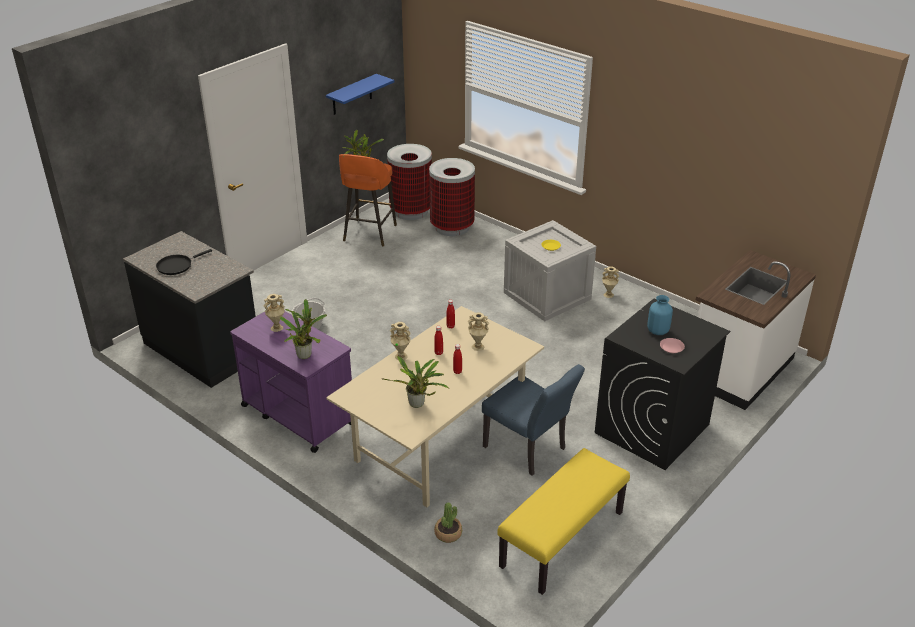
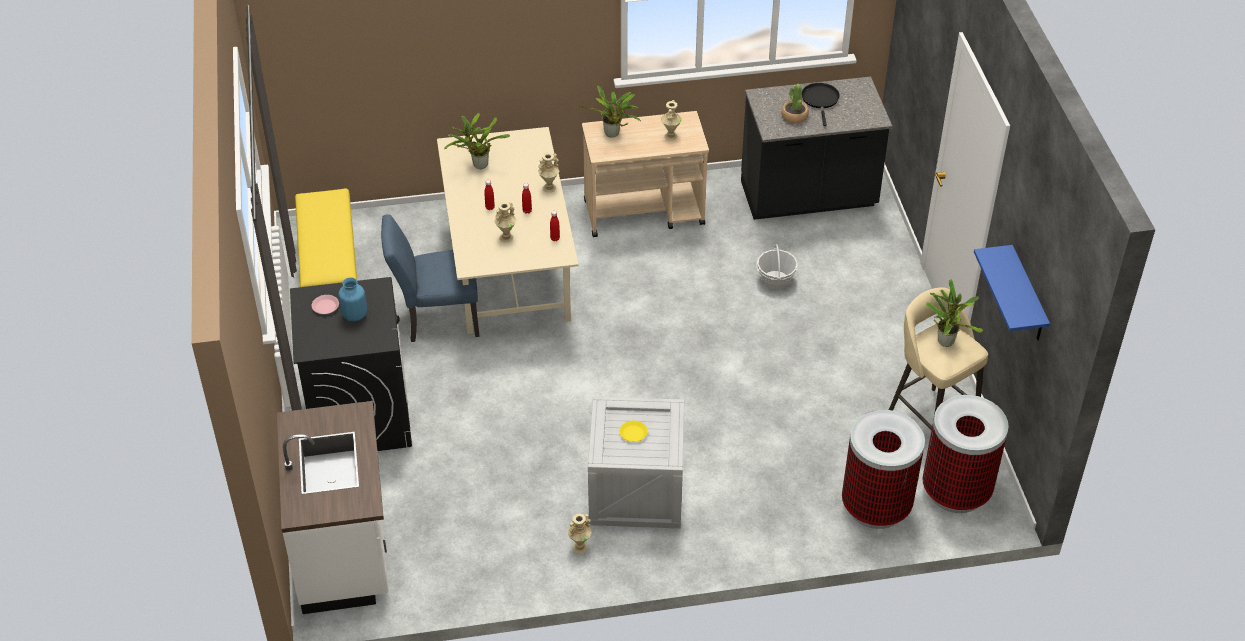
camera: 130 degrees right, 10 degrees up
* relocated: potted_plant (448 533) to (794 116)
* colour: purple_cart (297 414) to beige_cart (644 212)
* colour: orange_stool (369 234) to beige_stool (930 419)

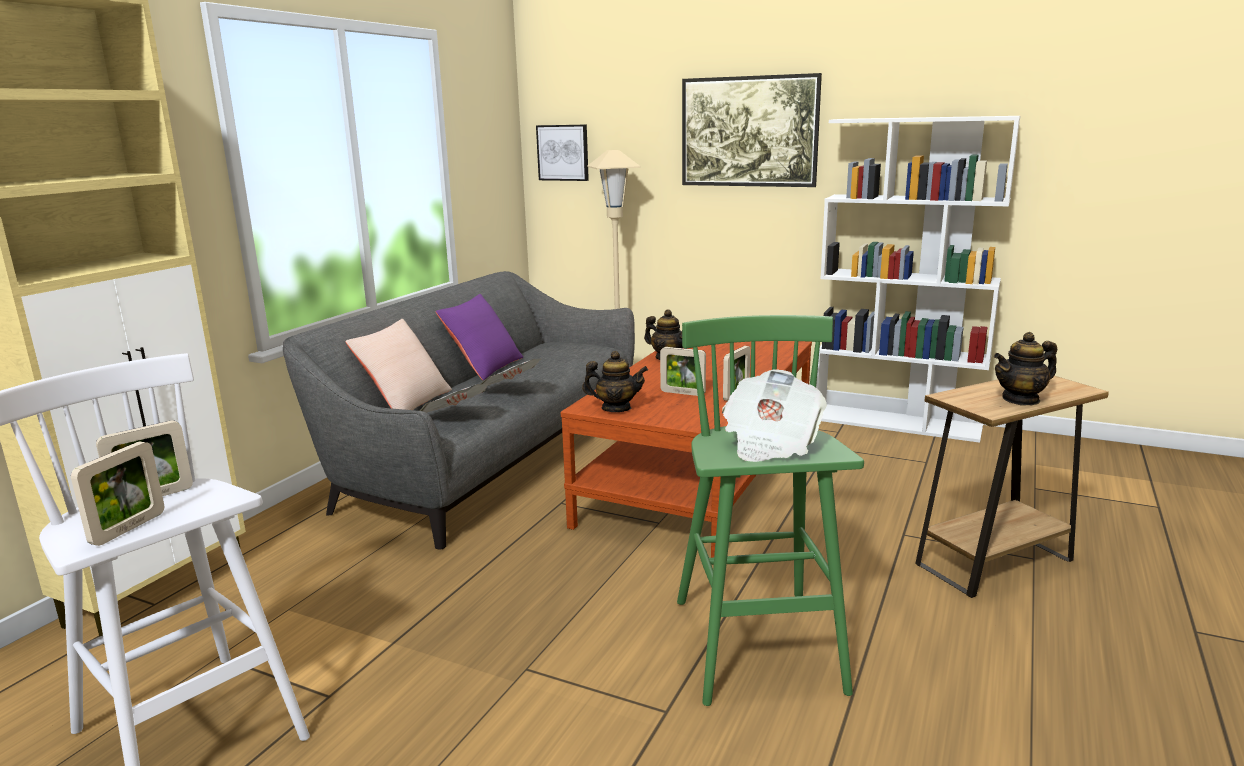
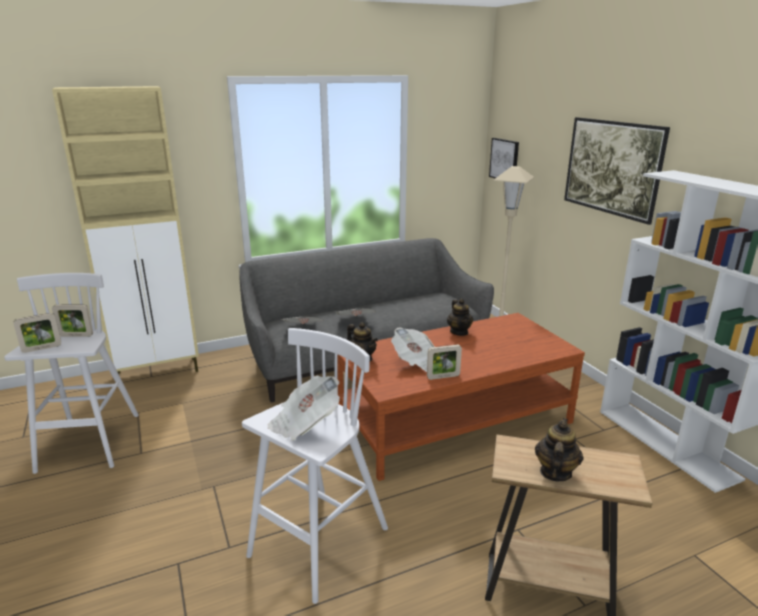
camera: 40 degrees right, 5 degrees up
* missing: beige_pillow (405 401)
* missing: purple_pillow (484 367)
* exchanged: picture_frame (682 393) to newspaper (416 362)
* colour: green_stool (758 647) to white_stool (317 544)
* spun: teapot (1021 399) = (555 472) 90 degrees clockwise

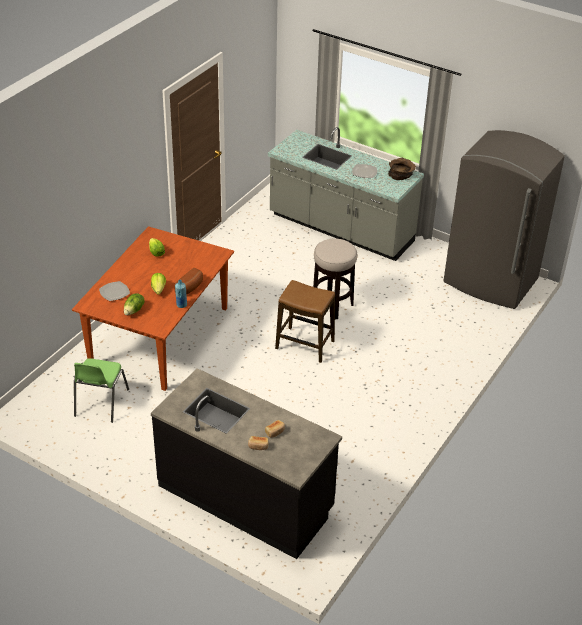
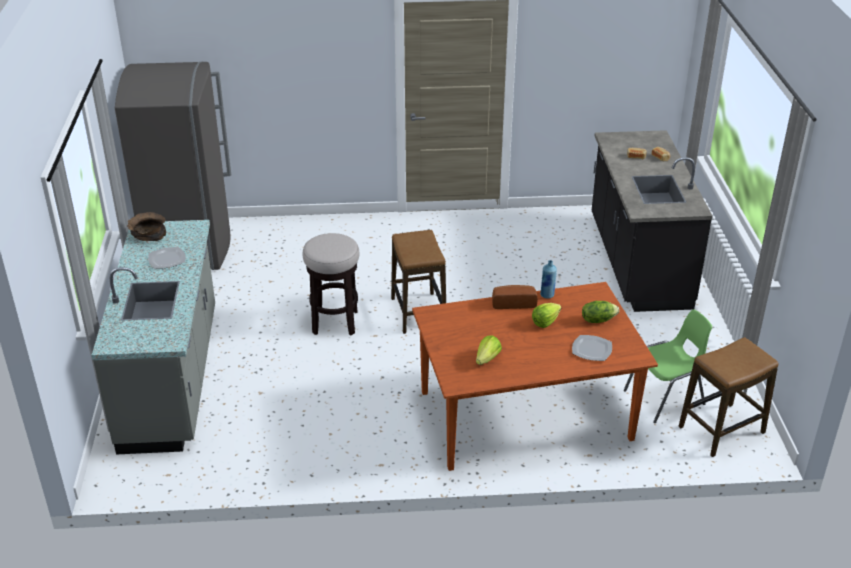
camera: 125 degrees left, 5 degrees down
* appeared: stool (721 430)

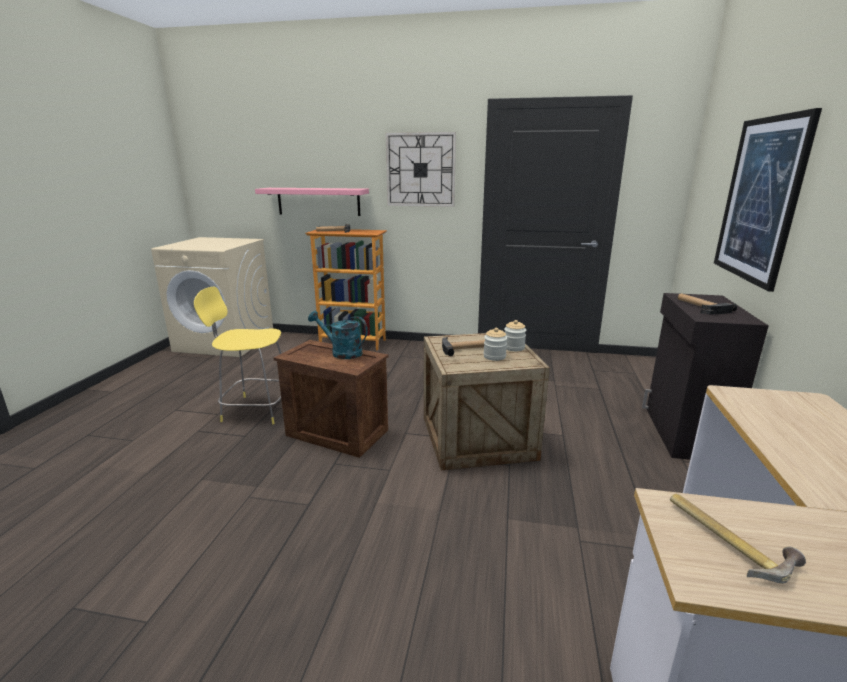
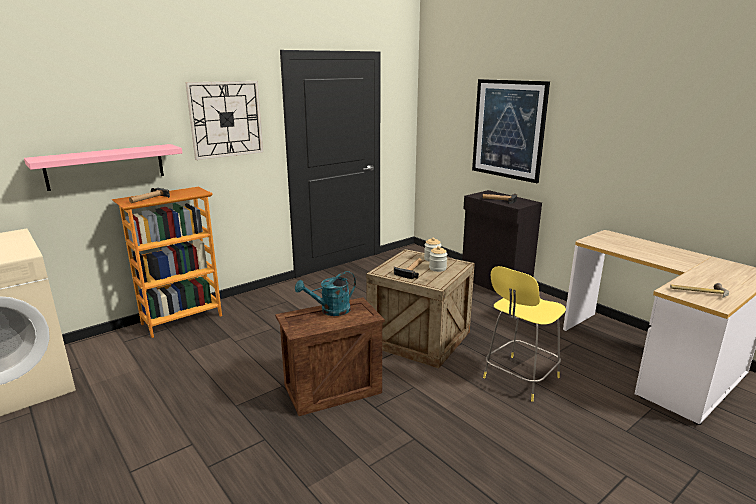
camera: 50 degrees left, 0 degrees up
* relocated: yellow_stool (255 409) to (519 379)

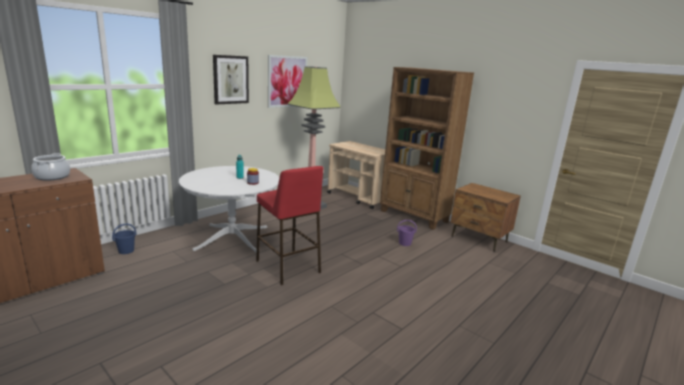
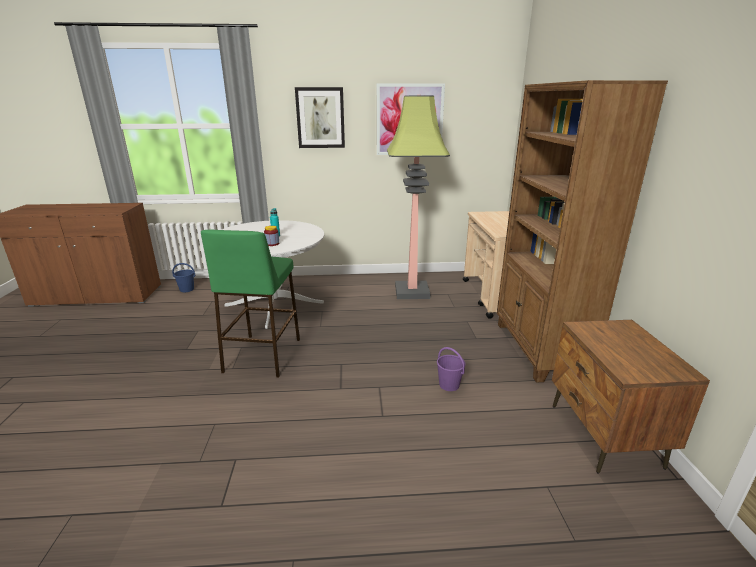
camera: 45 degrees right, 5 degrees up
* missing: cooking_pot (52 177)
* colour: red_stool (288 267) to green_stool (262 355)

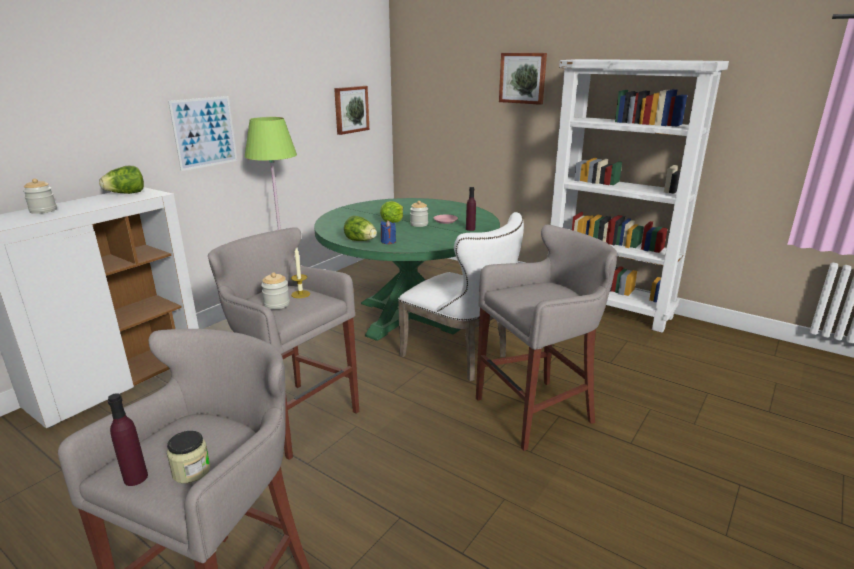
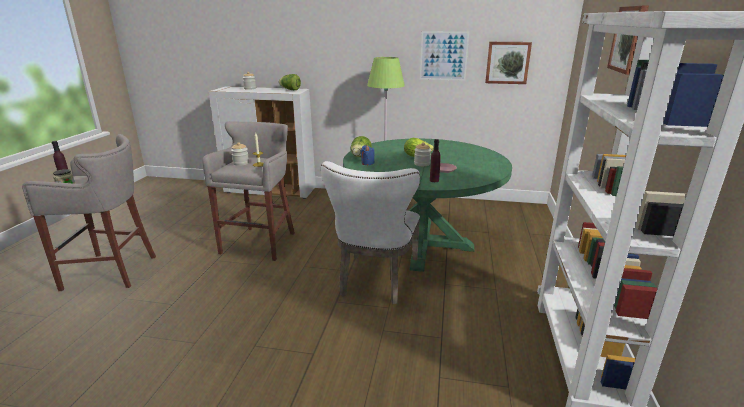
camera: 65 degrees right, 0 degrees up
* missing: grey_stool (537 411)
* relocated: picture (204 132) to (443 56)

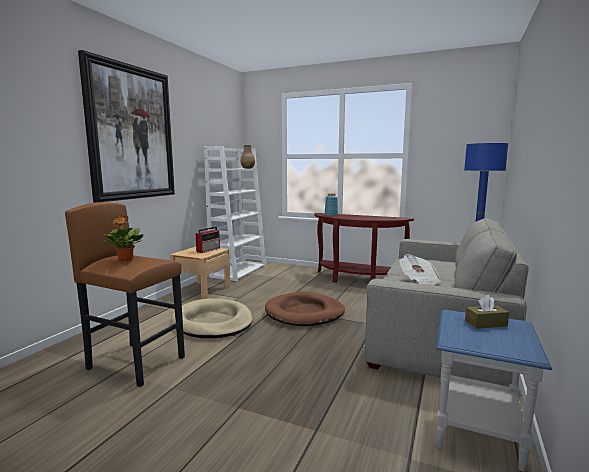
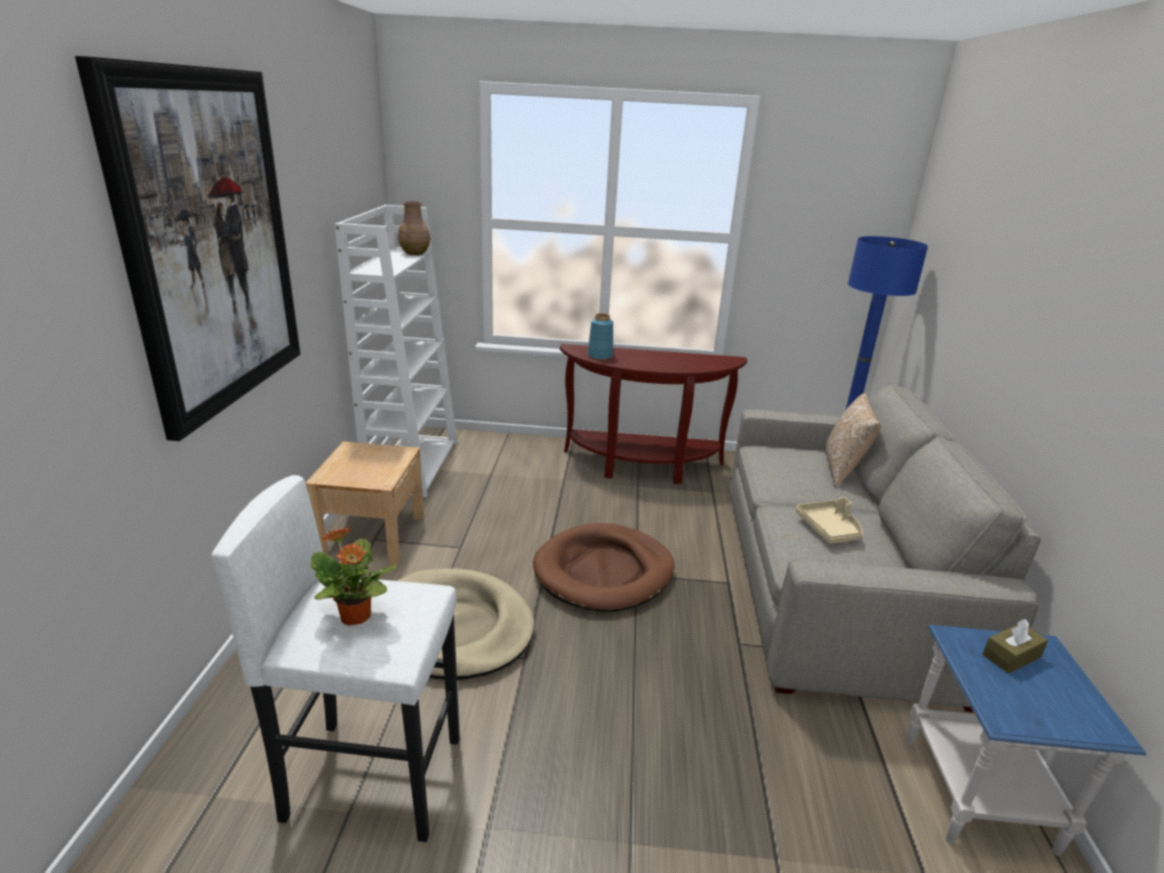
camera: 20 degrees left, 15 degrees up
* missing: radio (208 250)
* appeared: pillow (843 470)
* exchanged: newspaper (419 281) to beige_tray (829 529)
* colour: brown_stool (136 363) to white_stool (374 777)

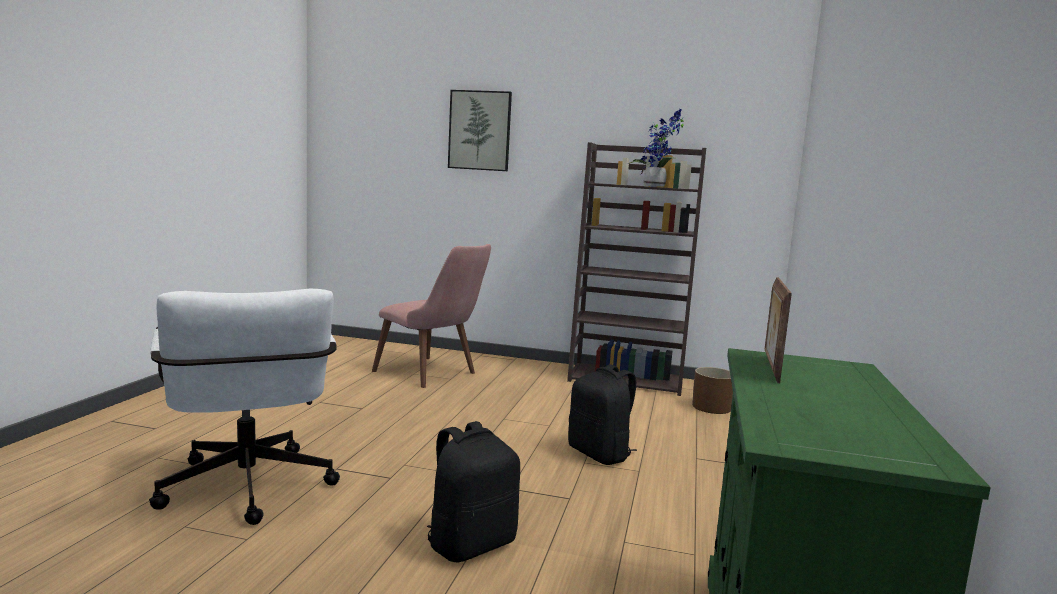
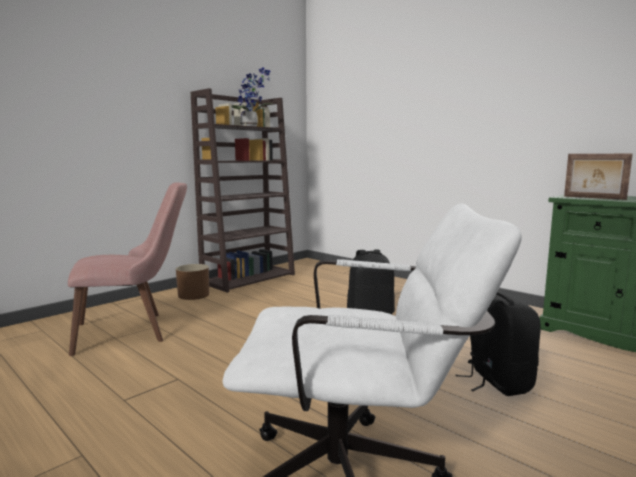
camera: 60 degrees left, 0 degrees up
* missing: picture (480 130)
* relocated: brown_planter (712 407) to (193 295)

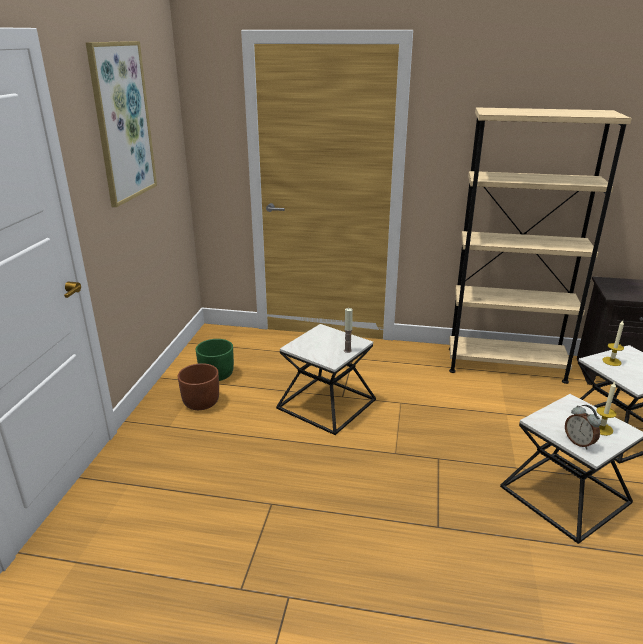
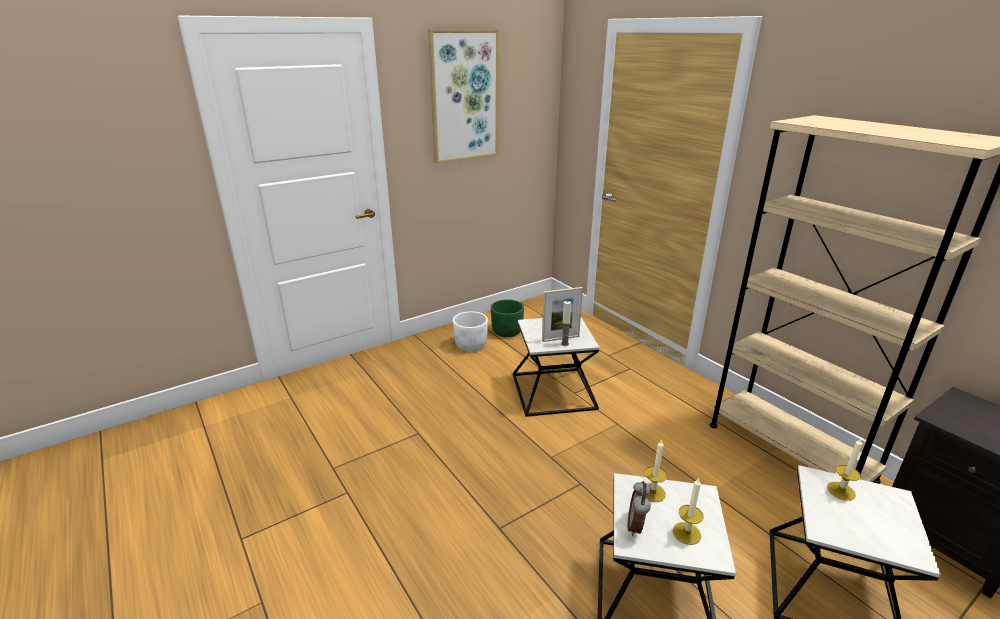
camera: 45 degrees right, 0 degrees up
* appeared: picture_frame (560 338)
* appeared: candle (652 492)
* colour: brown_planter (201 402) to white_planter (471 345)

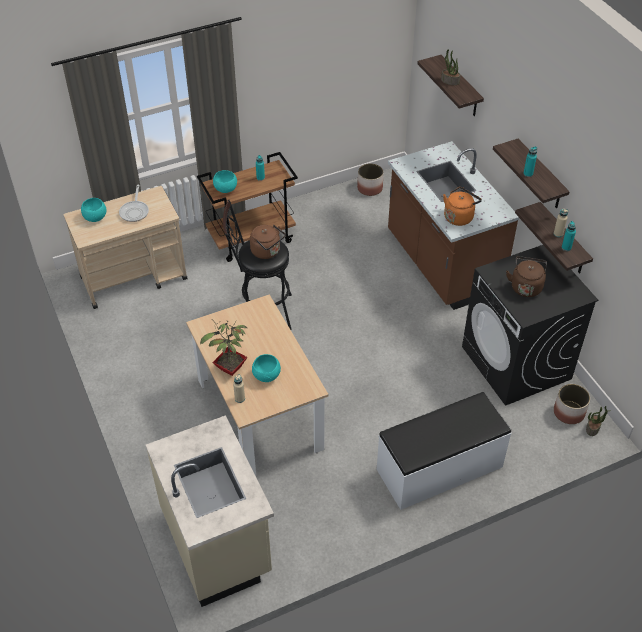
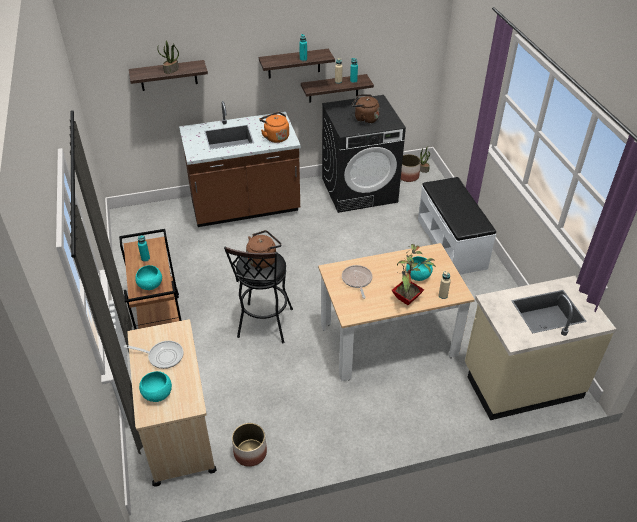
camera: 80 degrees left, 5 degrees down
* appeared: frying_pan (357 280)
* relocated: planter (370 188) to (250 452)

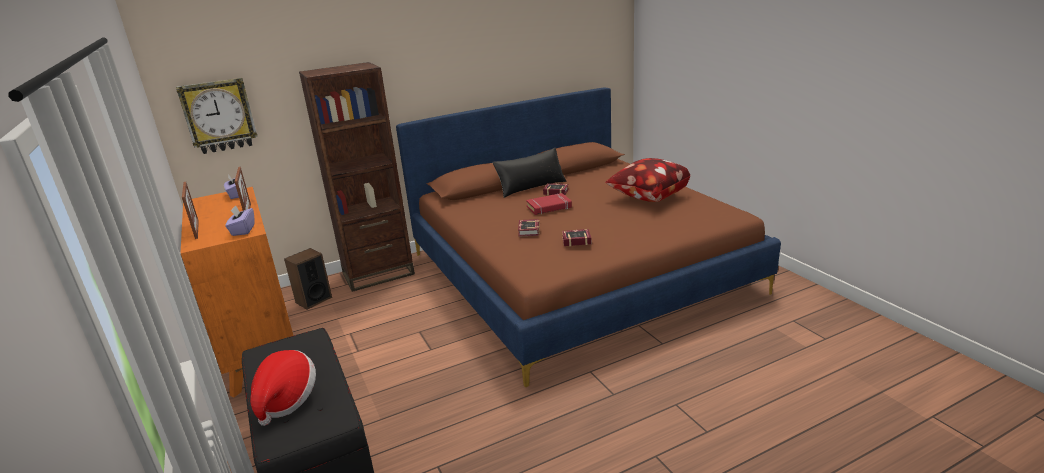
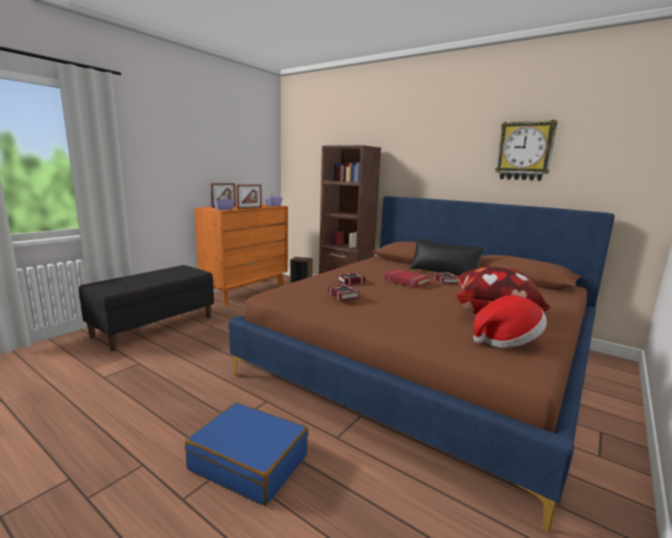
camera: 60 degrees right, 10 degrees down
* appeared: blue_suitcase (249 462)
* relocated: wall_clock (219 116) to (525 151)
* relocated: hat (286 400) to (506 341)

